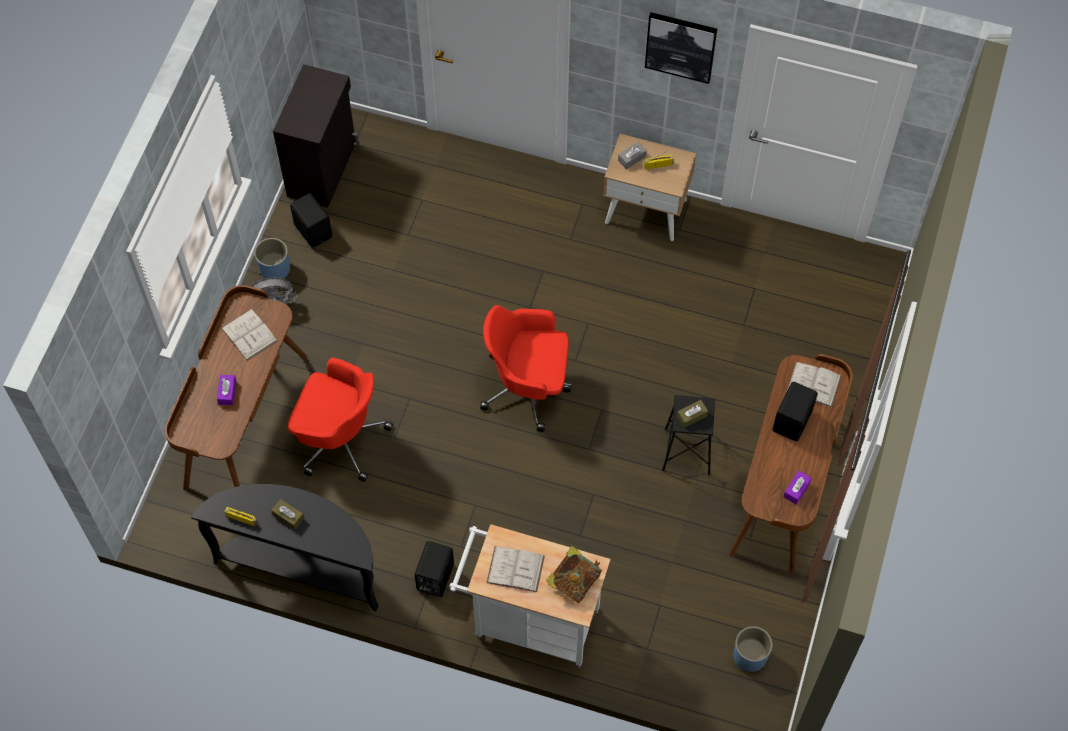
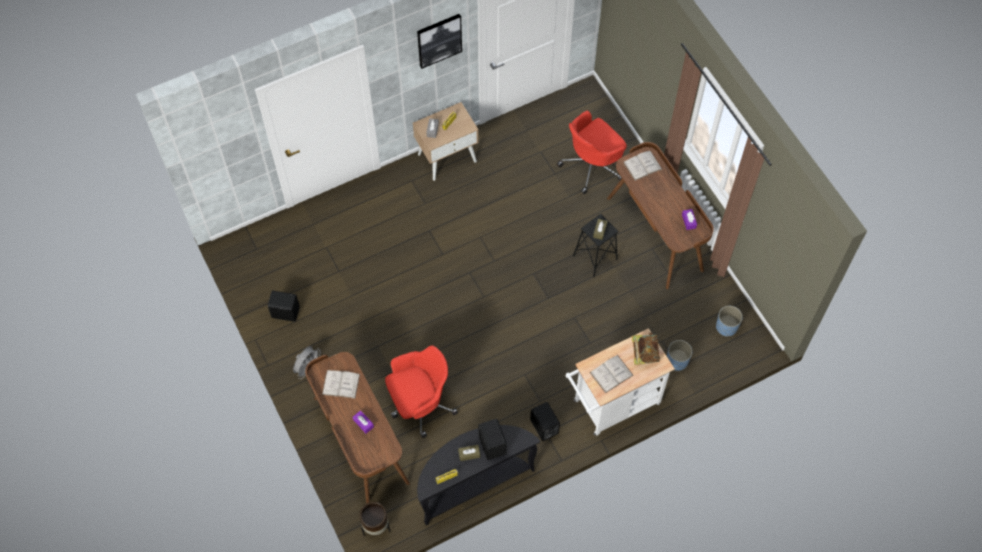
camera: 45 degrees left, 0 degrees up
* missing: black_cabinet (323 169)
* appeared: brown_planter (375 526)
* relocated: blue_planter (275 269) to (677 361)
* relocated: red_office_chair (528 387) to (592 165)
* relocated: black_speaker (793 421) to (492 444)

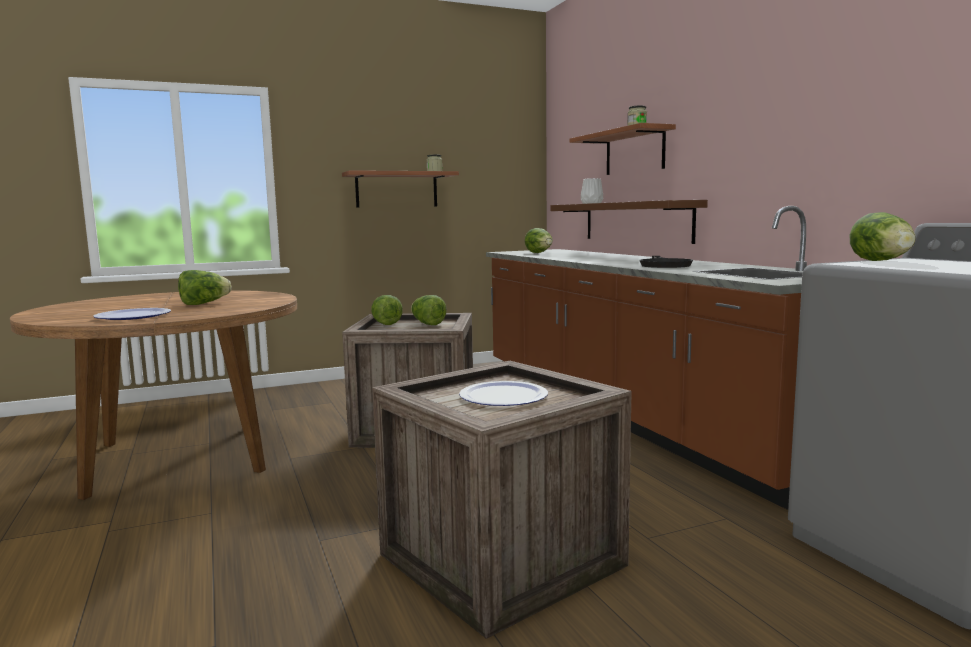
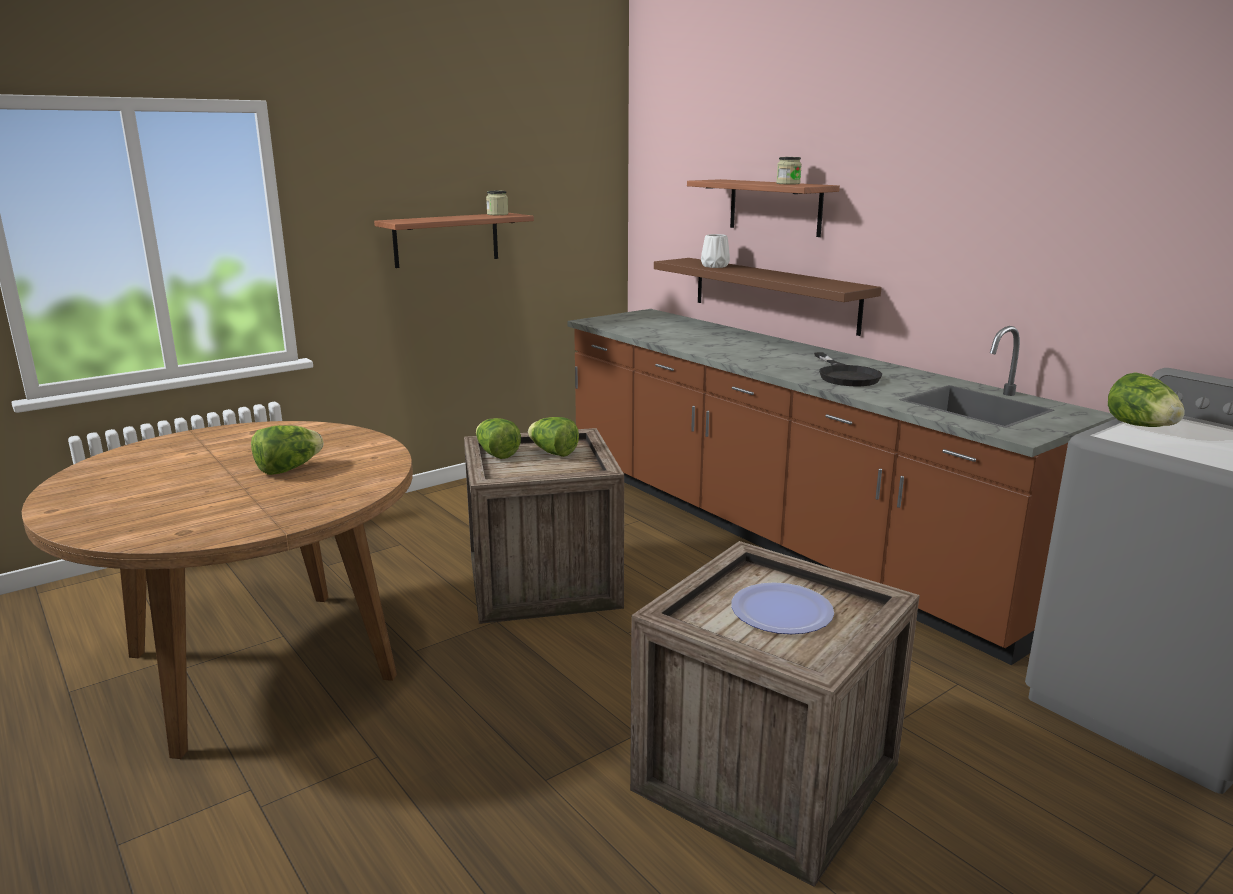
camera: 15 degrees left, 10 degrees up
* missing: plate (133 316)
* missing: lettuce (539 253)

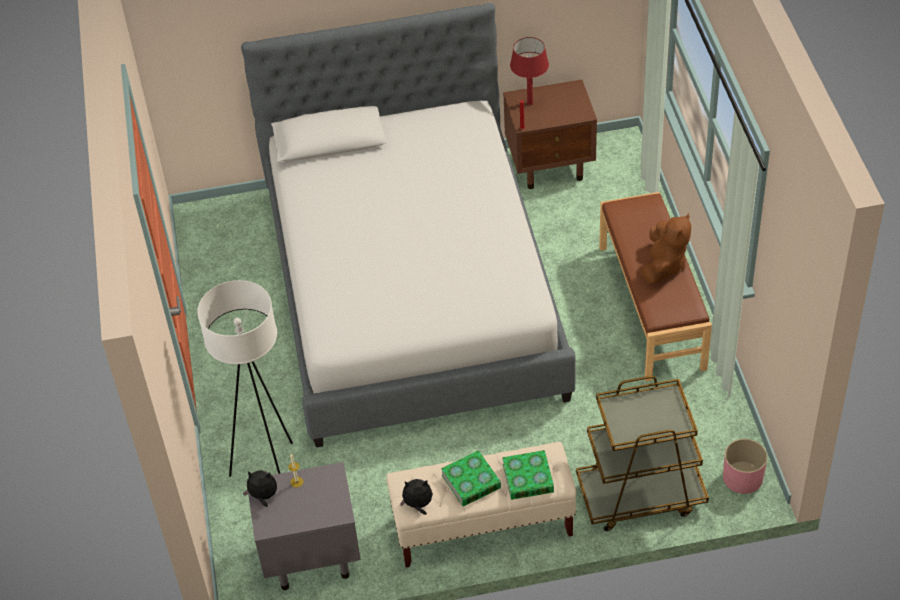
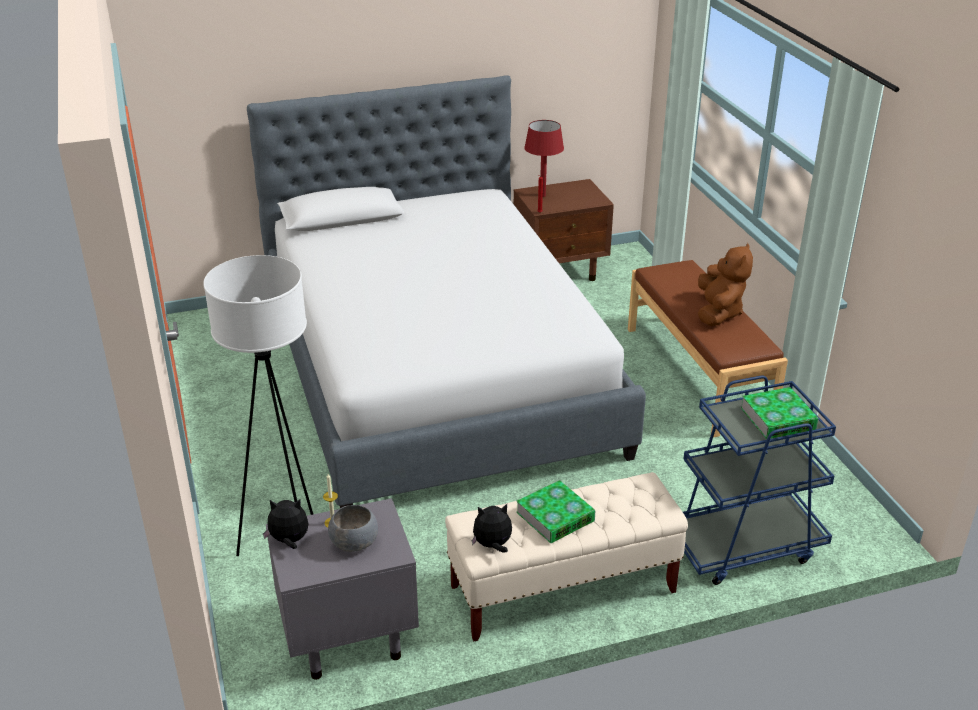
camera: 10 degrees left, 15 degrees down
* missing: pink_planter (742 478)
* appeared: grey_bowl (355 542)
* relocated: book (528 478) to (777 418)
* colour: brown_cart (640 495) to blue_cart (743 545)

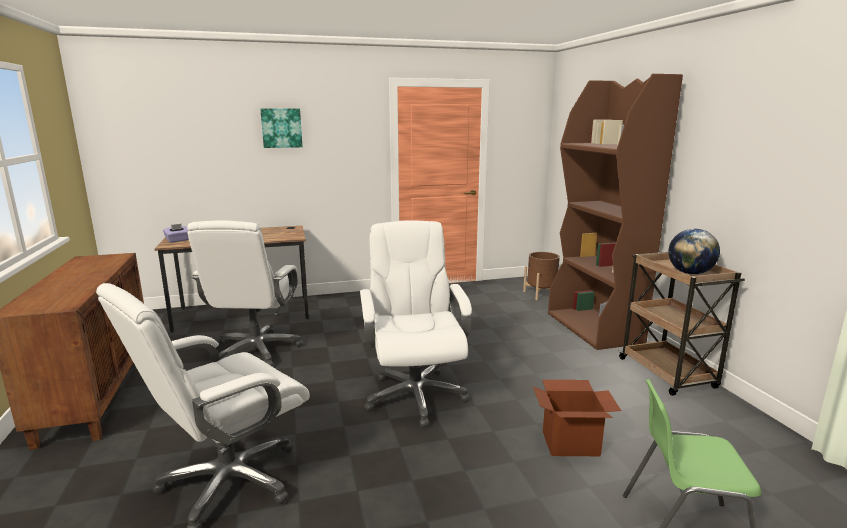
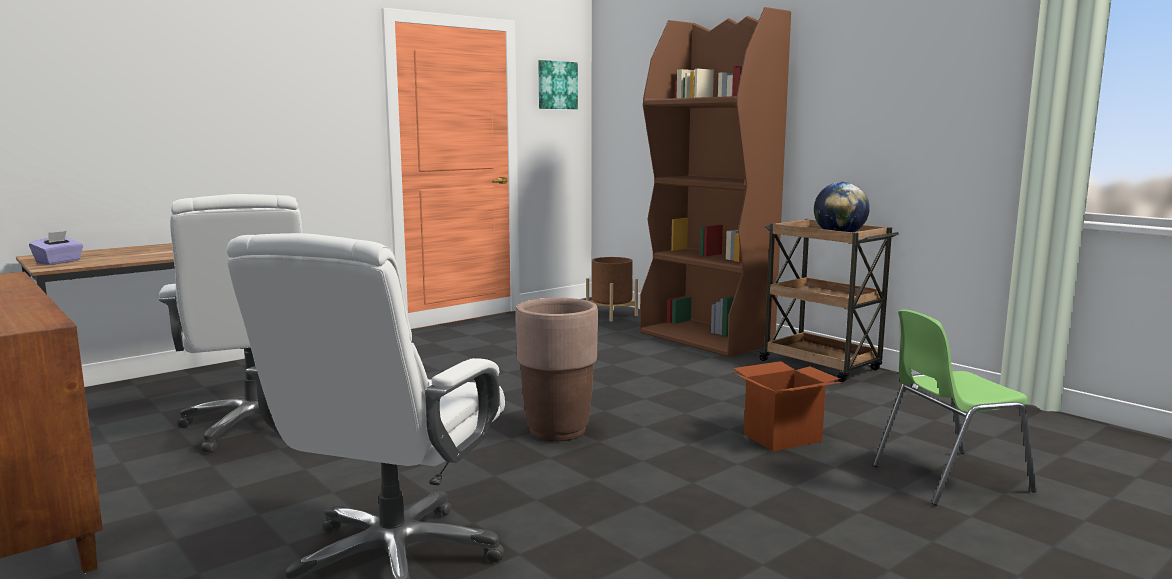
camera: 25 degrees left, 5 degrees down
* relocated: picture (281 128) to (556 85)
* exchanged: white_office_chair (414 396) to brown_planter (557 431)

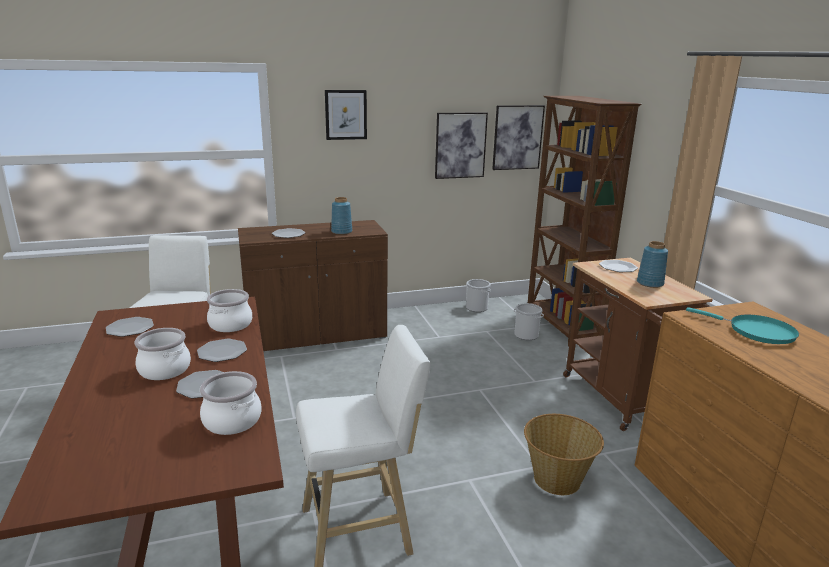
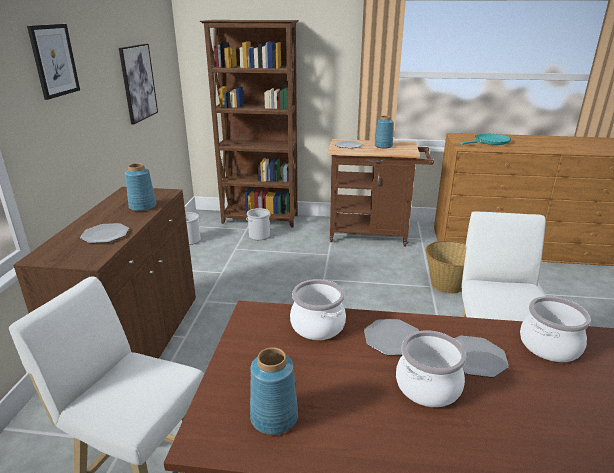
camera: 65 degrees left, 5 degrees up
* missing: picture (517 137)
* exchanged: plate (130 328) to blue_vase (274 418)

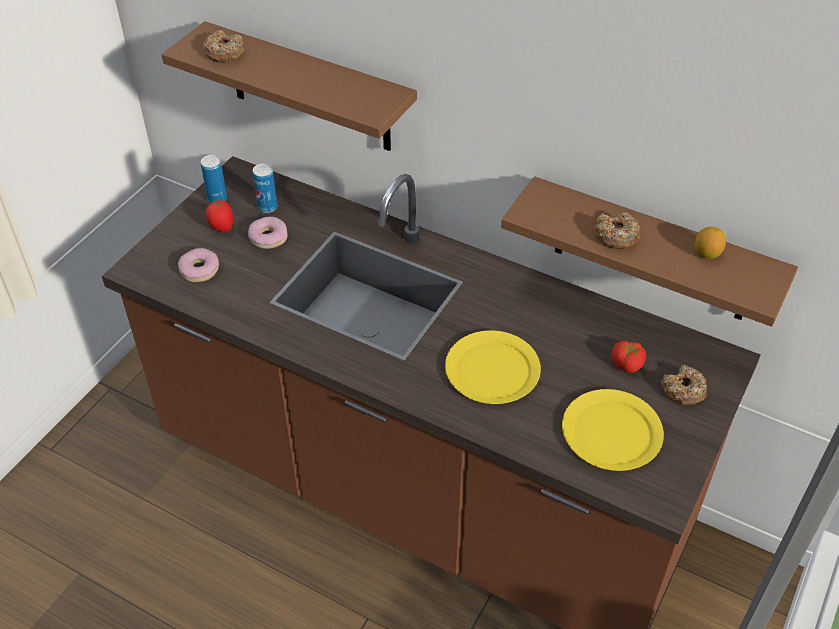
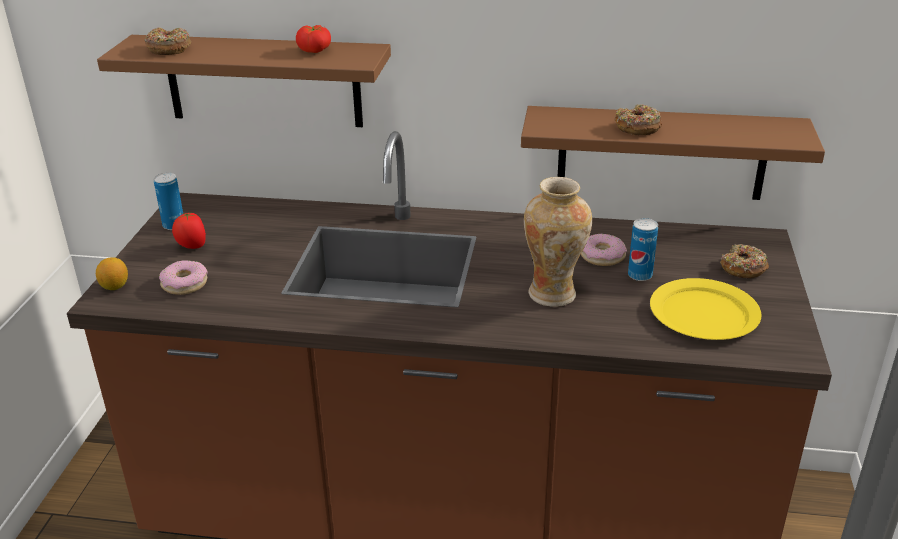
camera: 20 degrees left, 15 degrees down
* relocated: donut (268 237) to (602 256)
* relocated: can (267 207) to (640 275)
* relocated: tomato (627 363) to (315 50)
* relocated: lemon (707 253) to (115 286)
* exchanged: yellow_plate (492 371) to vase (553 294)

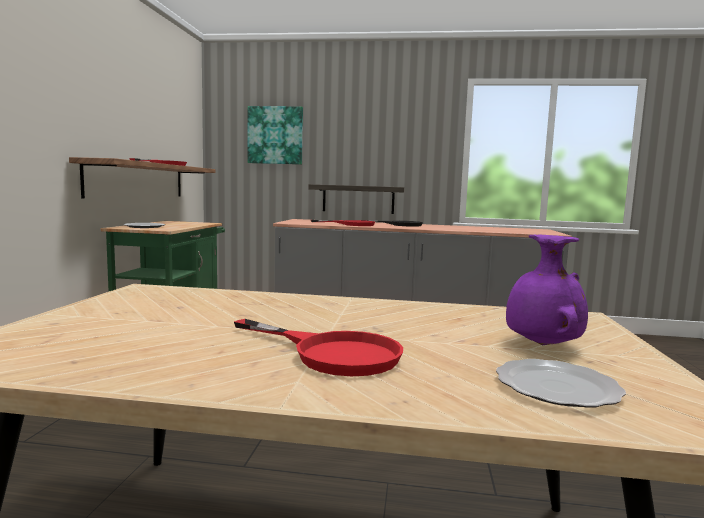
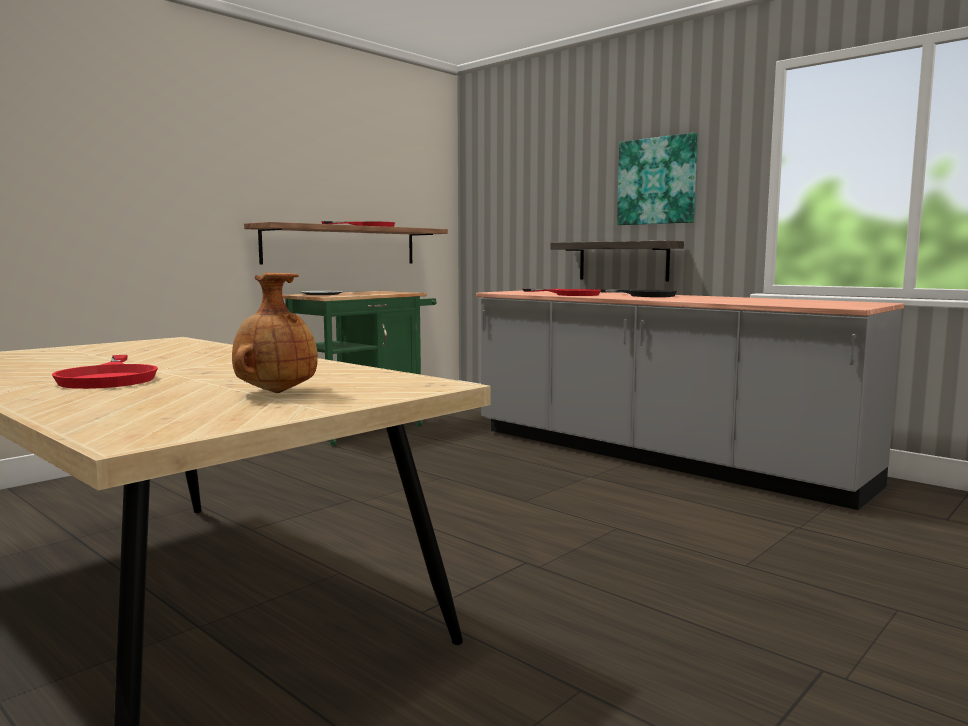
camera: 35 degrees right, 0 degrees up
* missing: plate (556 386)
* relocated: picture (275 135) to (657 181)
* colour: purple_vase (541 345) to brown_vase (275 393)

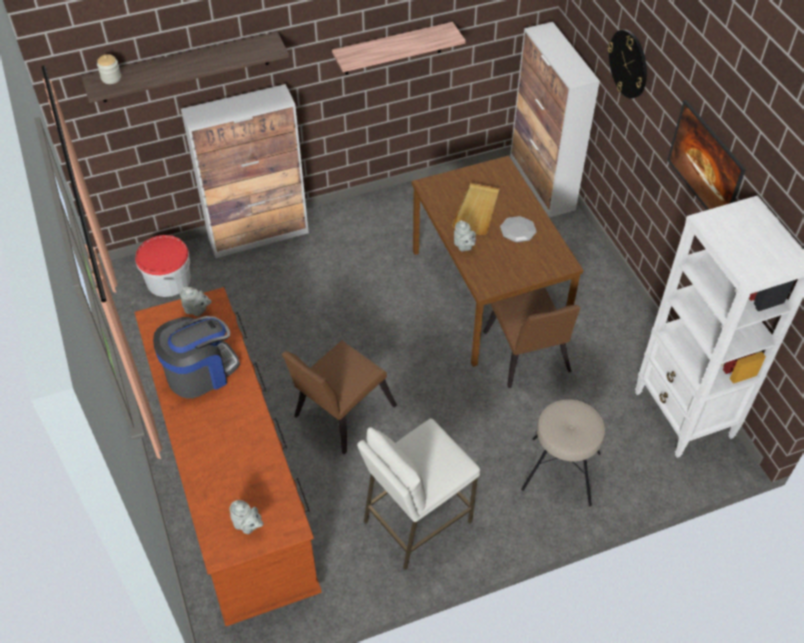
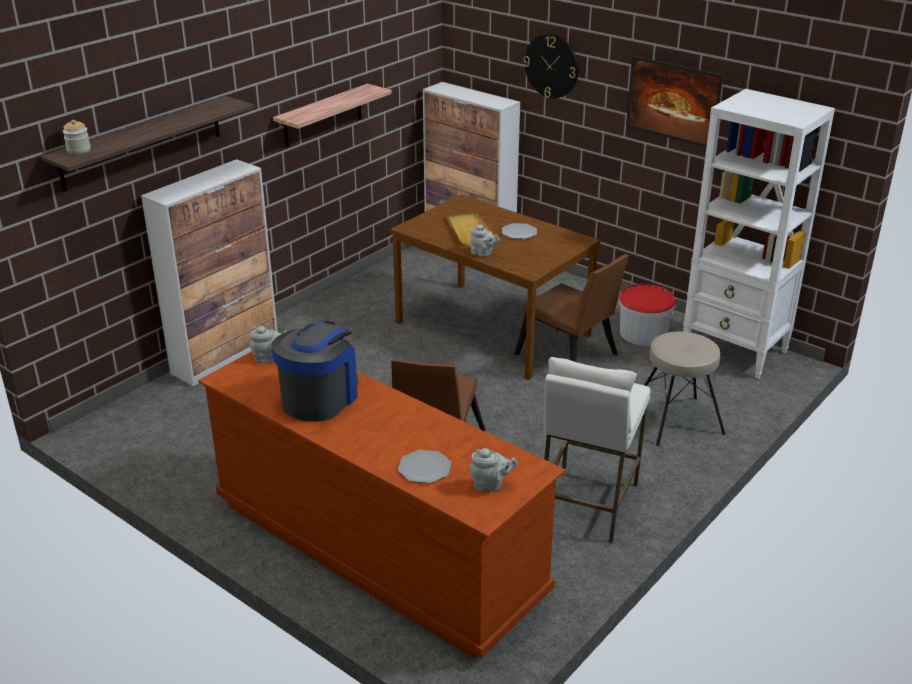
camera: 30 degrees left, 20 degrees down
* appeared: plate (424 468)
* relocated: bucket (168 280) to (643 333)

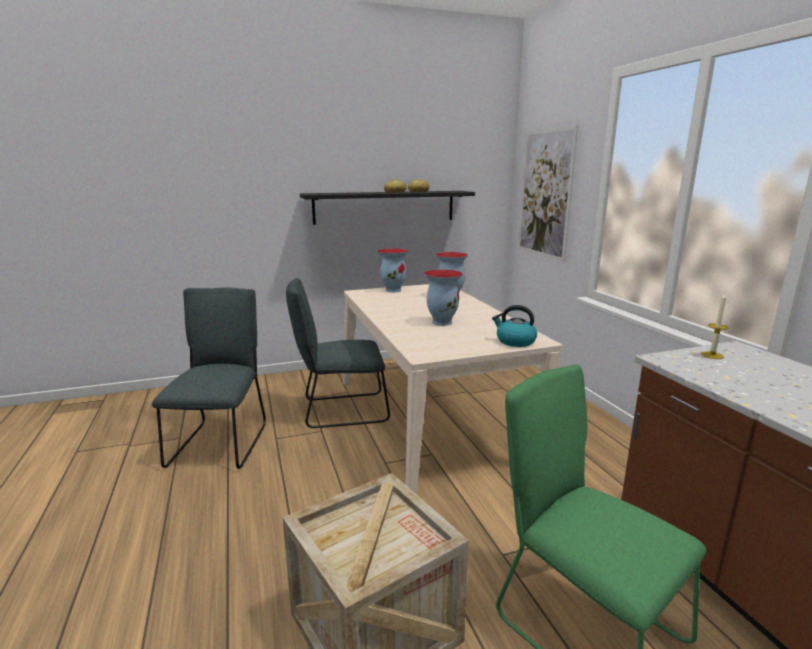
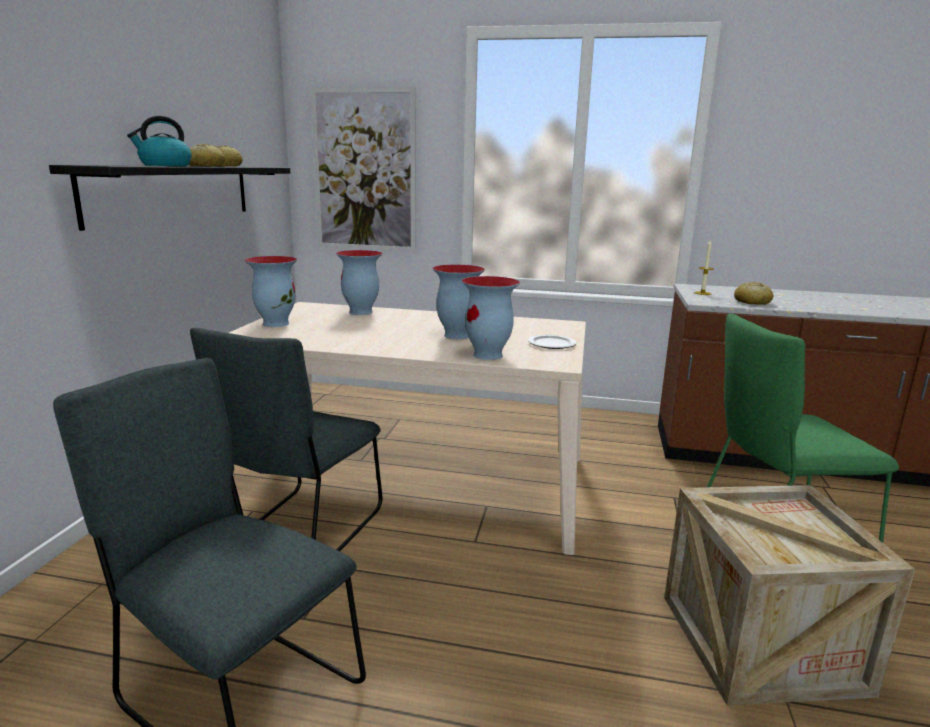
camera: 60 degrees left, 0 degrees up
* appeared: vase (489 355)
* appeared: plate (551 344)
* appeared: bread (752 302)
* relocated: kettle (515 341) to (165 165)

